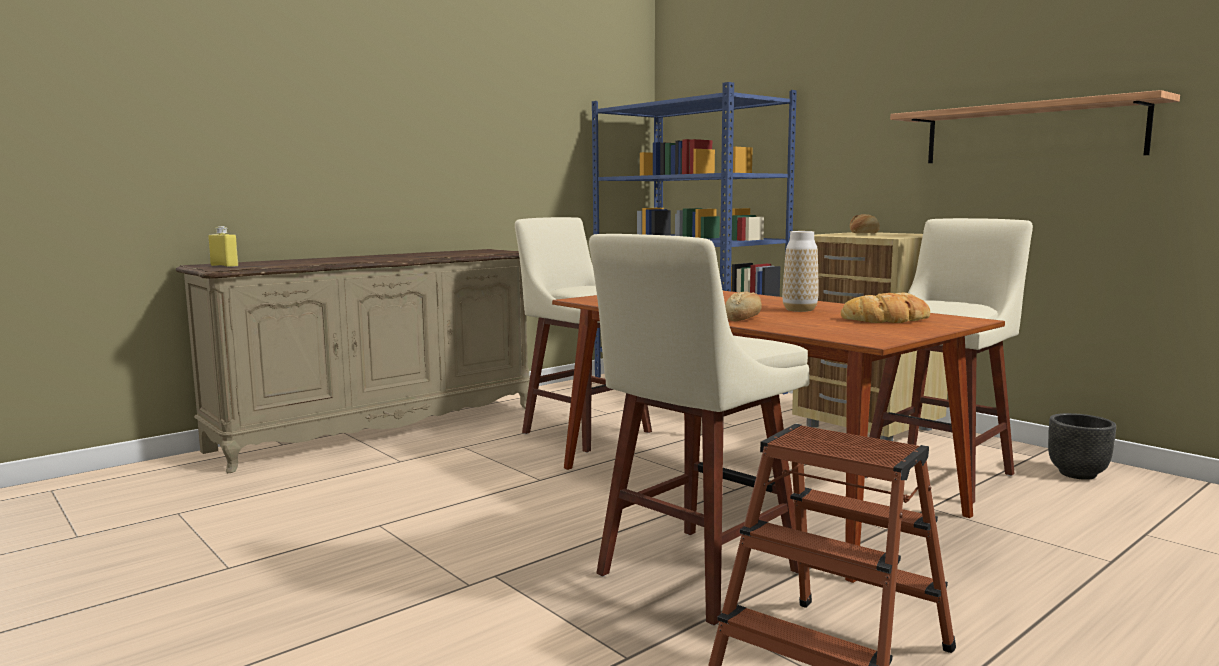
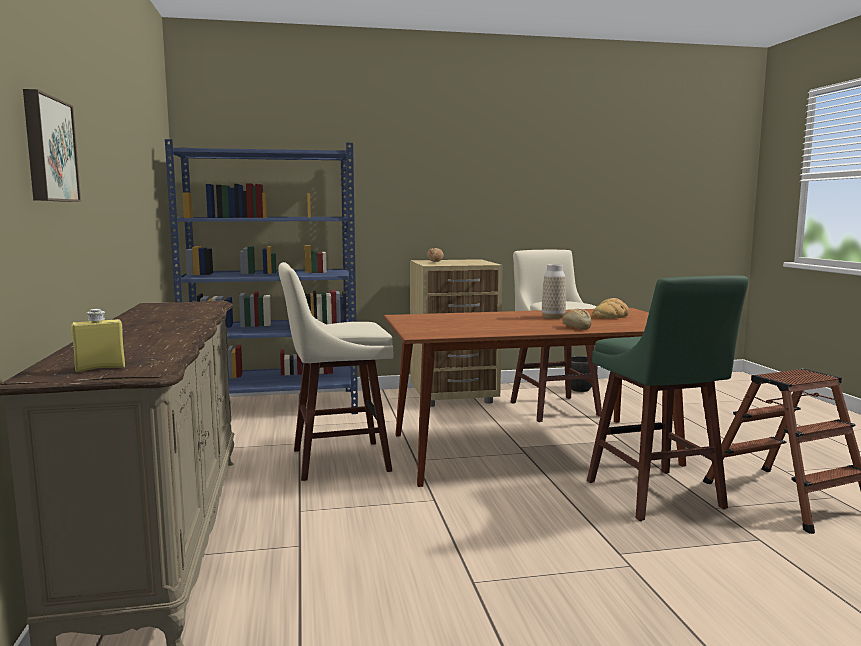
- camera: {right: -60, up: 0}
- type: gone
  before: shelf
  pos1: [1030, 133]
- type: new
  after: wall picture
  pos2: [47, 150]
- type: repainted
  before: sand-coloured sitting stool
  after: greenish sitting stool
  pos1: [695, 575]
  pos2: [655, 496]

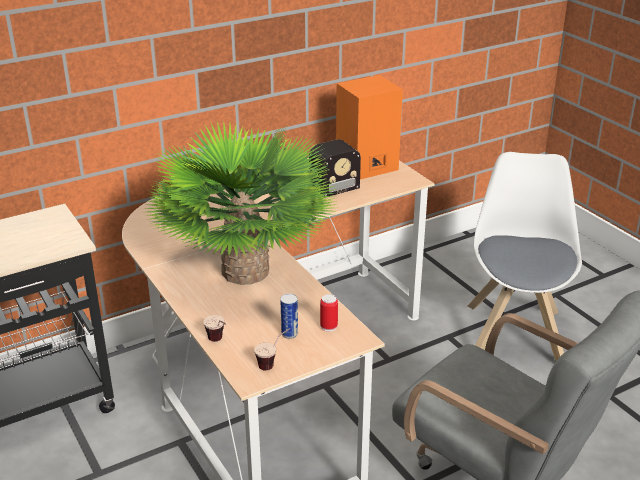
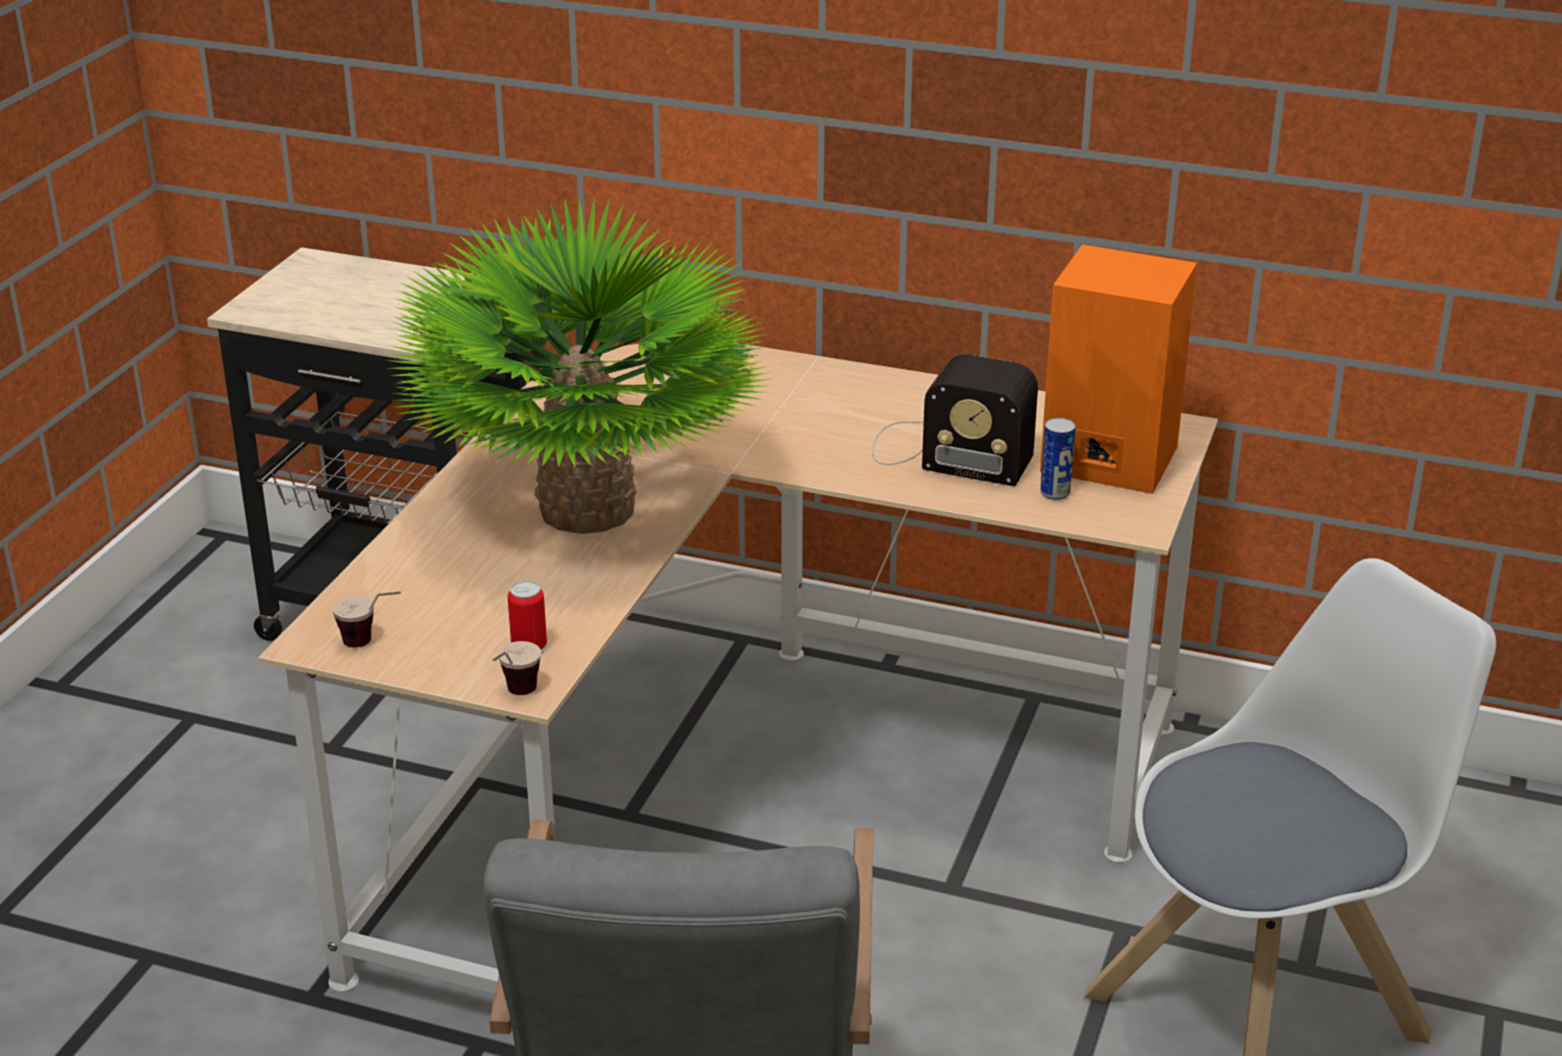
- camera: {right: 50, up: 0}
- type: shifted
  before: small cup
  pos1: [219, 342]
  pos2: [515, 697]
- type: shifted
  before: metal can
  pos1: [289, 334]
  pos2: [1055, 493]

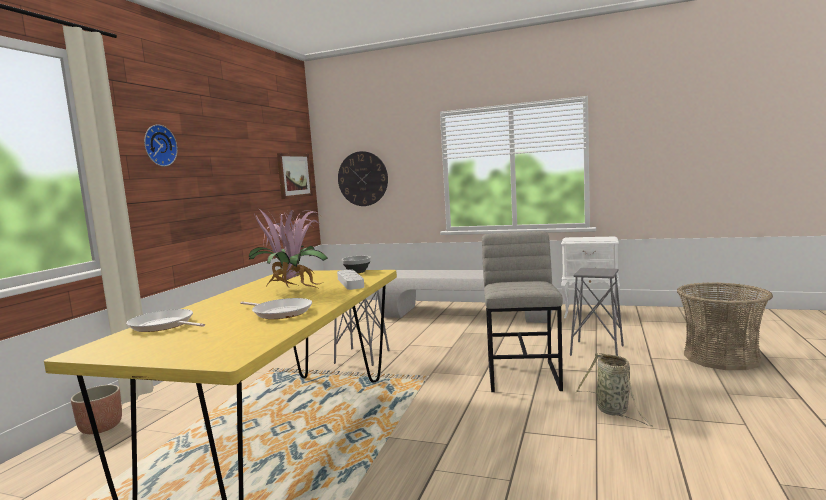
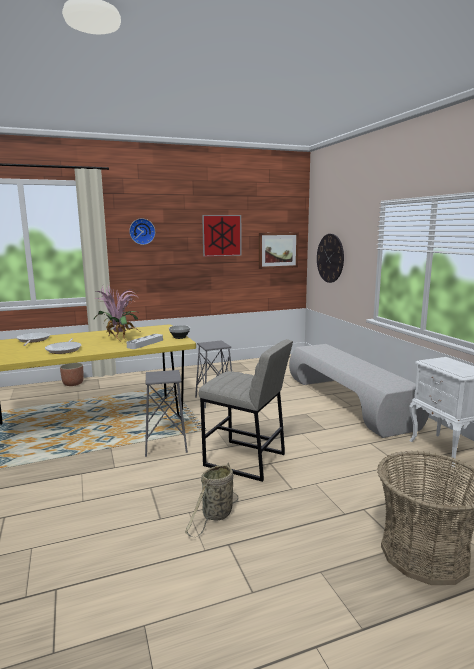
- camera: {right: 50, up: 5}
- type: new
  after: wall picture
  pos2: [221, 235]
- type: shifted
  before: gray sitting stool
  pos1: [597, 351]
  pos2: [165, 445]
- type: rotated
  before: gray upright chair
  pos1: [522, 375]
  pos2: [247, 460]
  turn: 60

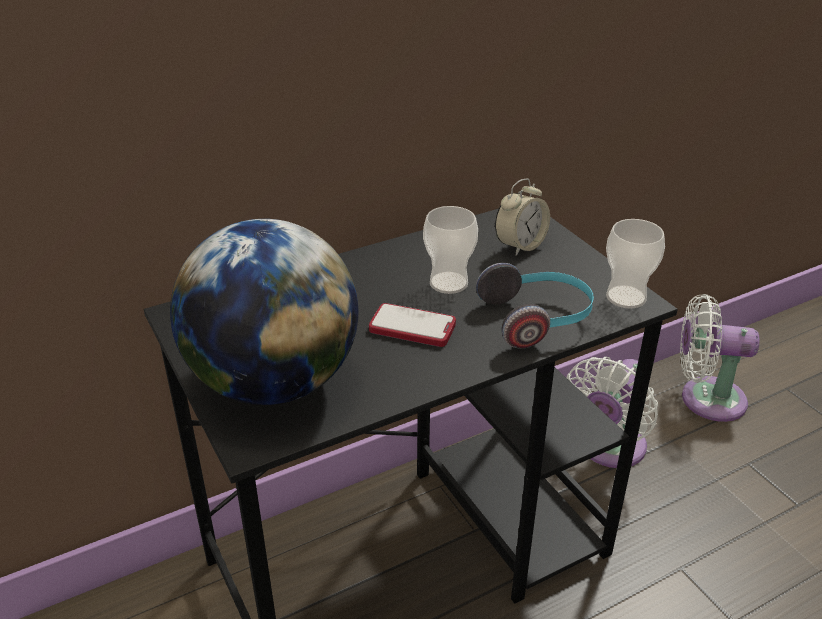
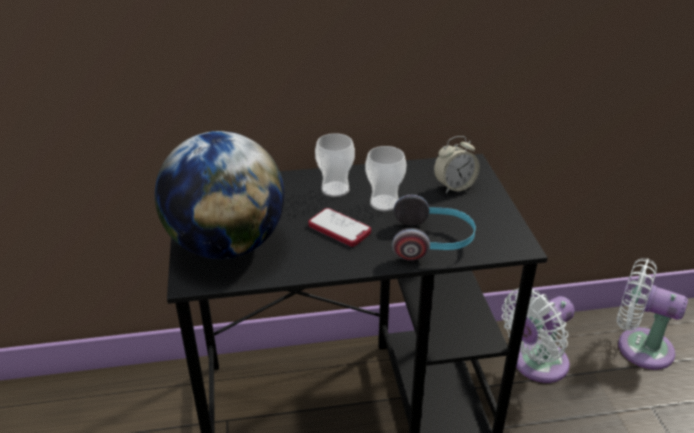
- camera: {right: 20, up: 0}
- type: shifted
  before: small cup
  pos1: [626, 297]
  pos2: [335, 189]

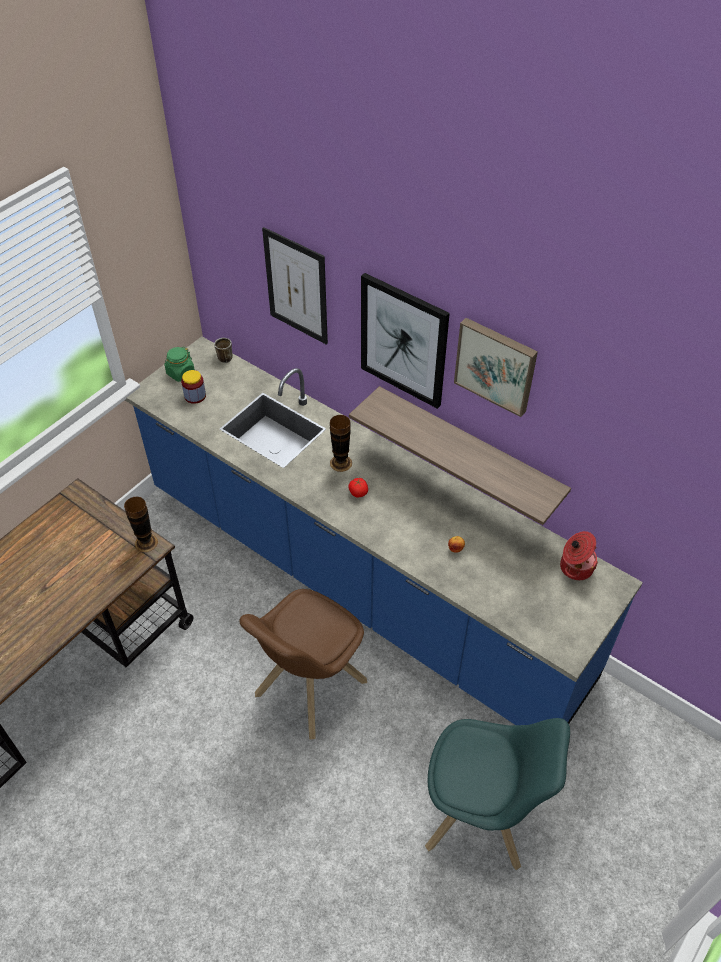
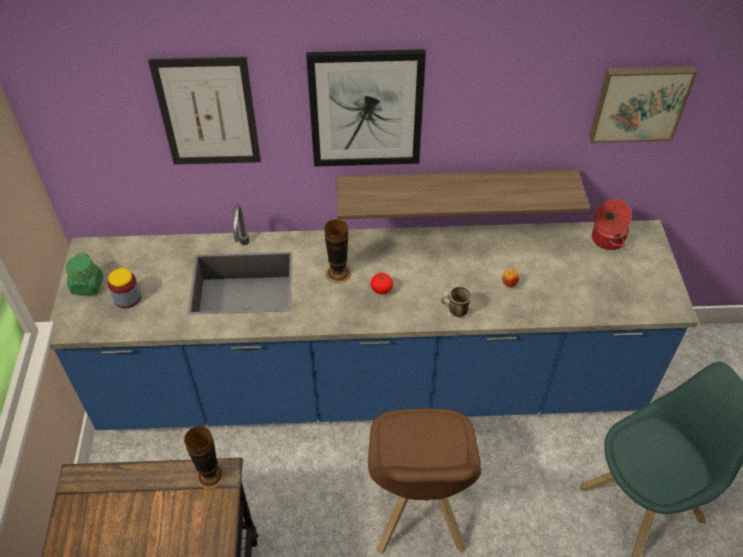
- camera: {right: -40, up: 0}
- type: shifted
  before: coffee mug
  pos1: [223, 358]
  pos2: [454, 311]
- type: shifted
  before: wall picture
  pos1: [496, 365]
  pos2: [639, 102]

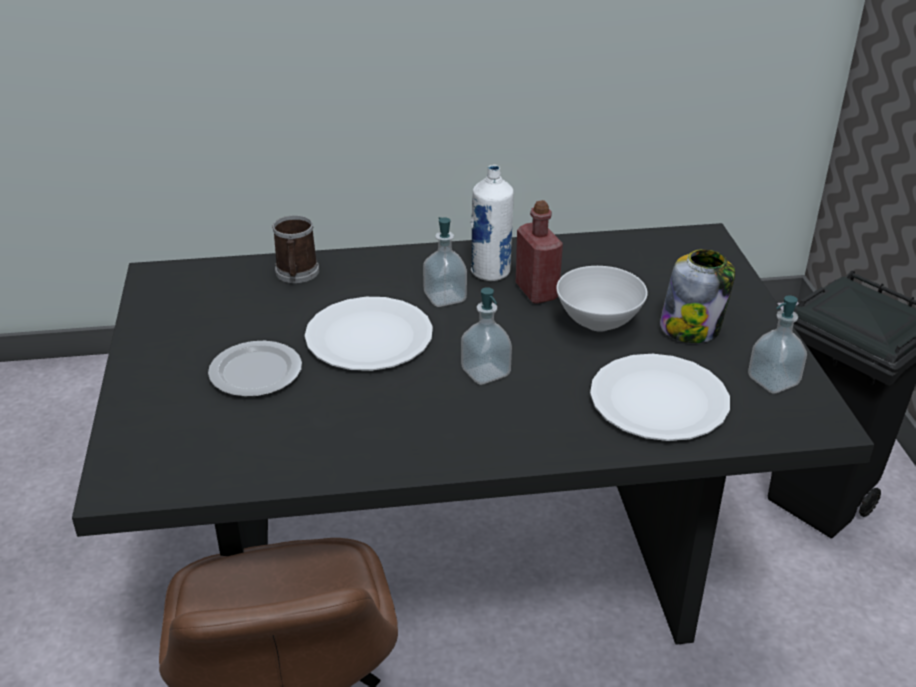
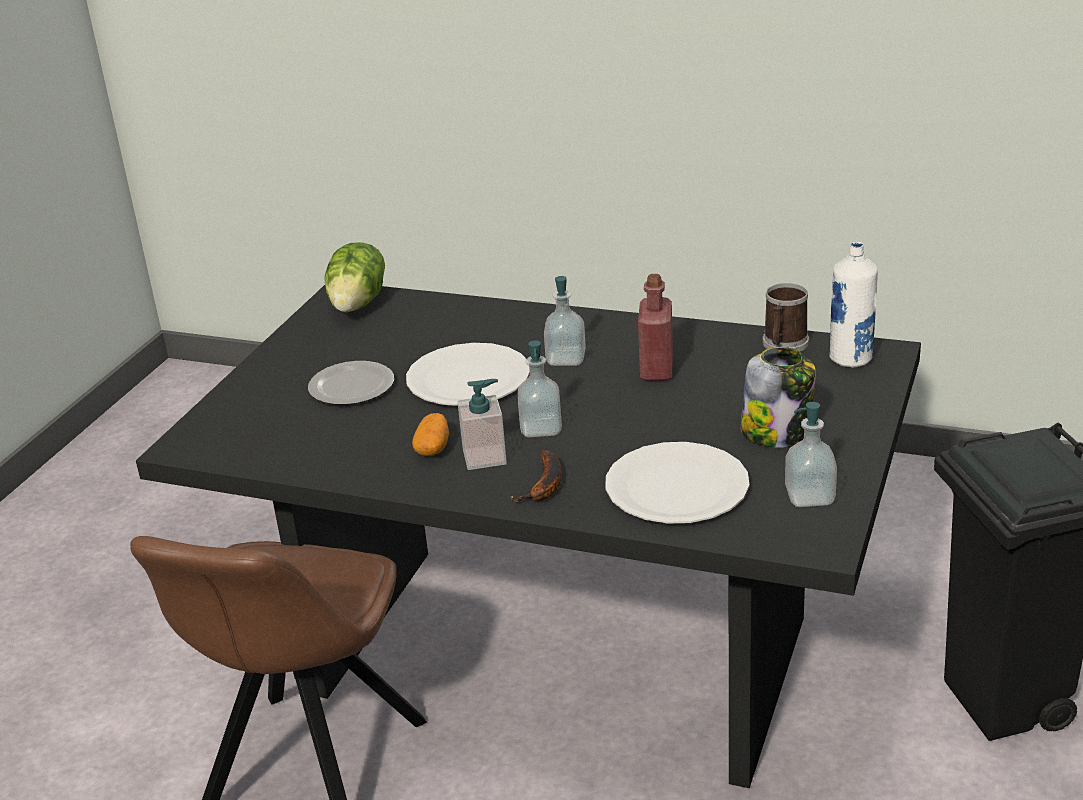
- camera: {right: 30, up: -5}
- type: gone
  before: whitish deep dish
  pos1: [597, 324]
- type: new
  after: lettuce head
  pos2: [359, 303]
- type: new
  after: potato
  pos2: [433, 448]
- type: new
  after: liquid soap bottle
  pos2: [485, 457]
- type: new
  after: banana fruit
  pos2: [545, 486]
- type: shifted
  before: coffee mug
  pos1: [296, 274]
  pos2: [783, 345]
- type: shifted
  before: whitish bottle
  pos1: [491, 273]
  pos2: [850, 359]

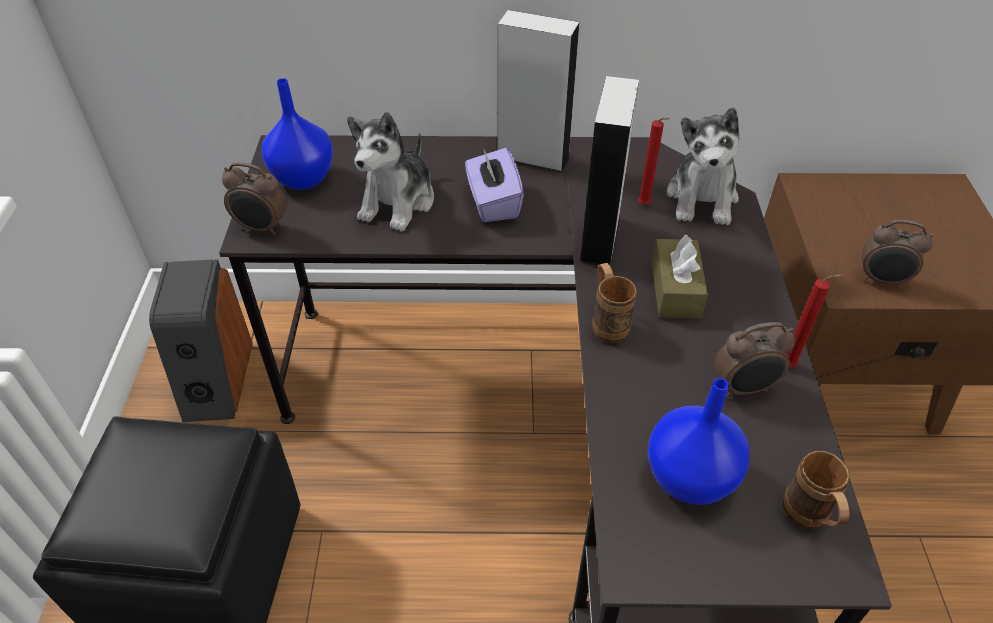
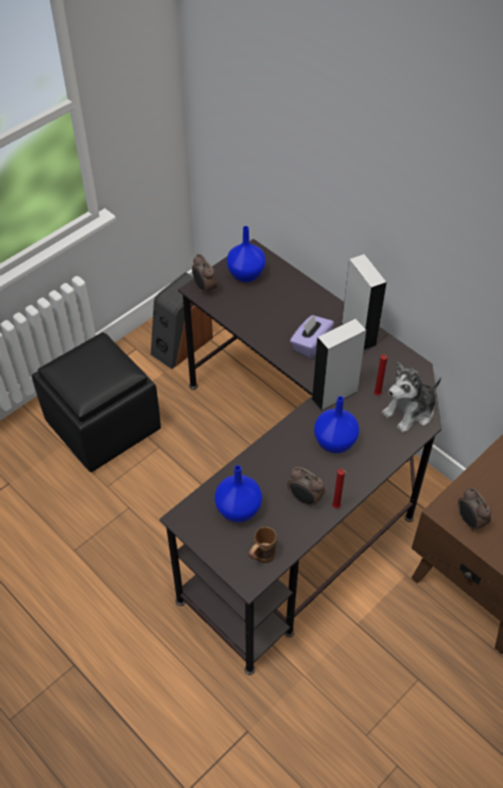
- camera: {right: 45, up: 5}
- type: gone
  before: cuddly toy
  pos1: [398, 202]
- type: gone
  before: brownish coffee mug
  pos1: [607, 322]
- type: swapped
  before: brownish tissue holder
  after: blue decorative vase
  pos1: [675, 290]
  pos2: [335, 441]

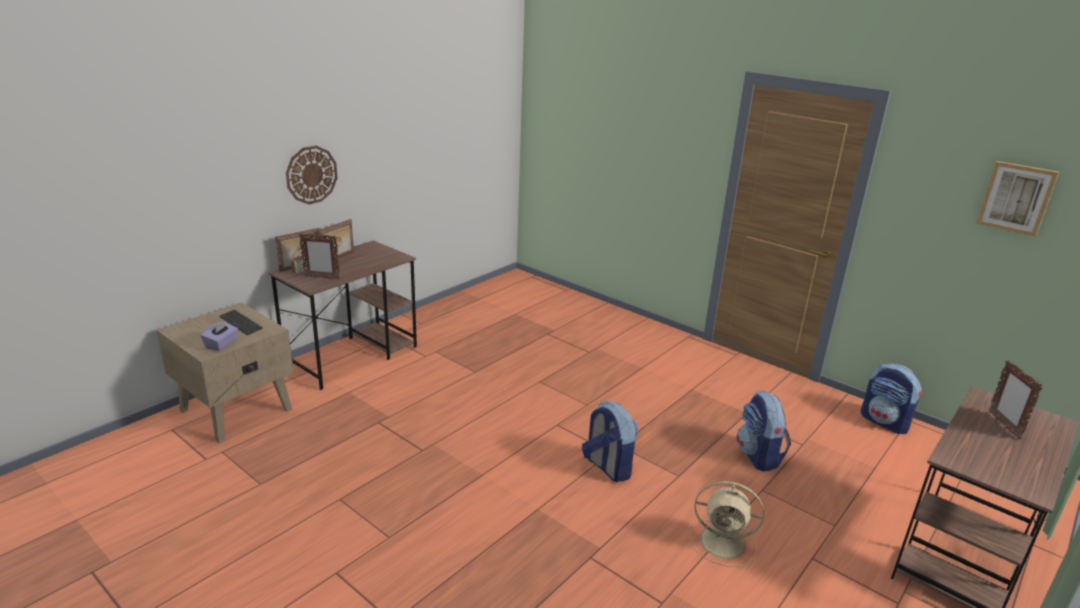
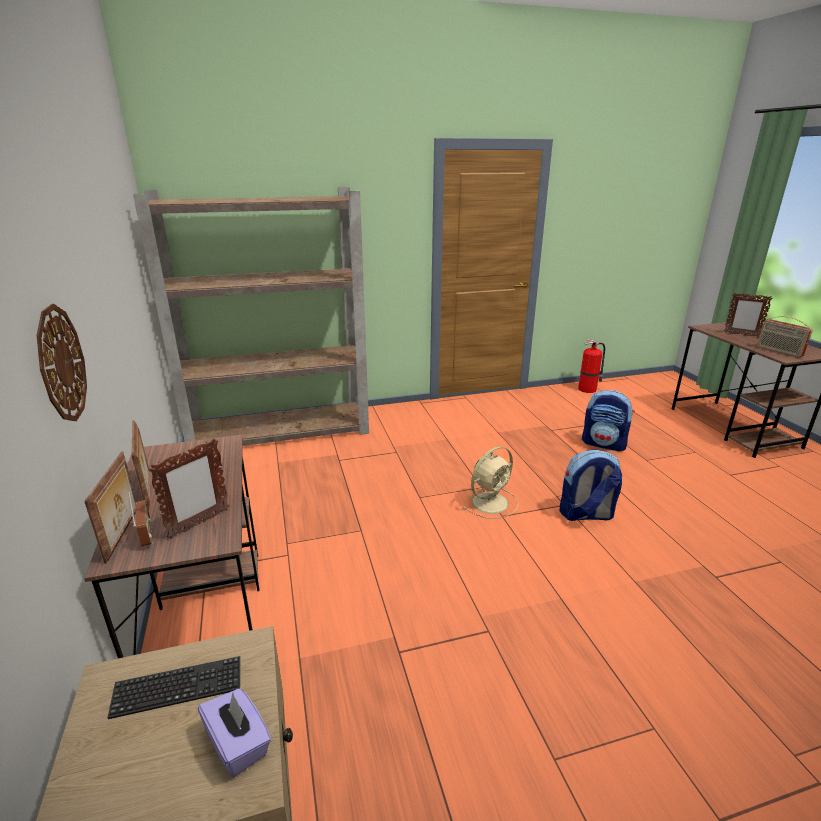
- camera: {right: -55, up: 0}
- type: gone
  before: wall picture
  pos1: [1016, 198]
- type: new
  after: brownish shelving unit
  pos2: [280, 431]
- type: new
  after: radio set
  pos2: [779, 351]
- type: shifted
  before: sand-coloured fan
  pos1: [724, 543]
  pos2: [491, 502]
- type: swapped
  before: rucksack
  after: fire extinguisher
  pos1: [885, 422]
  pos2: [588, 389]

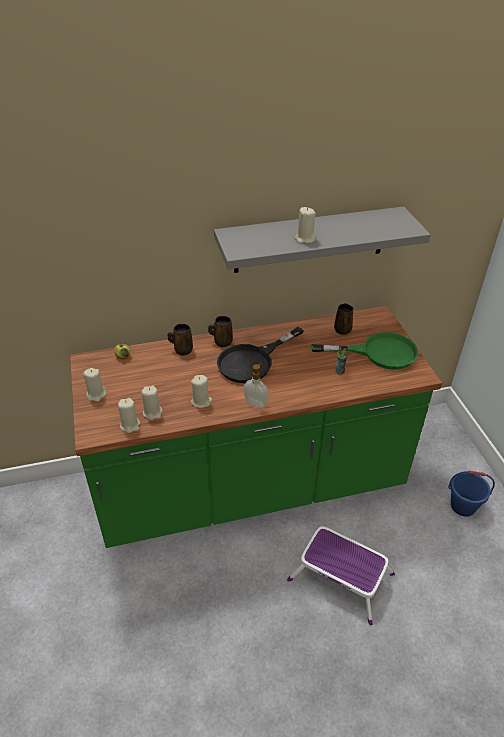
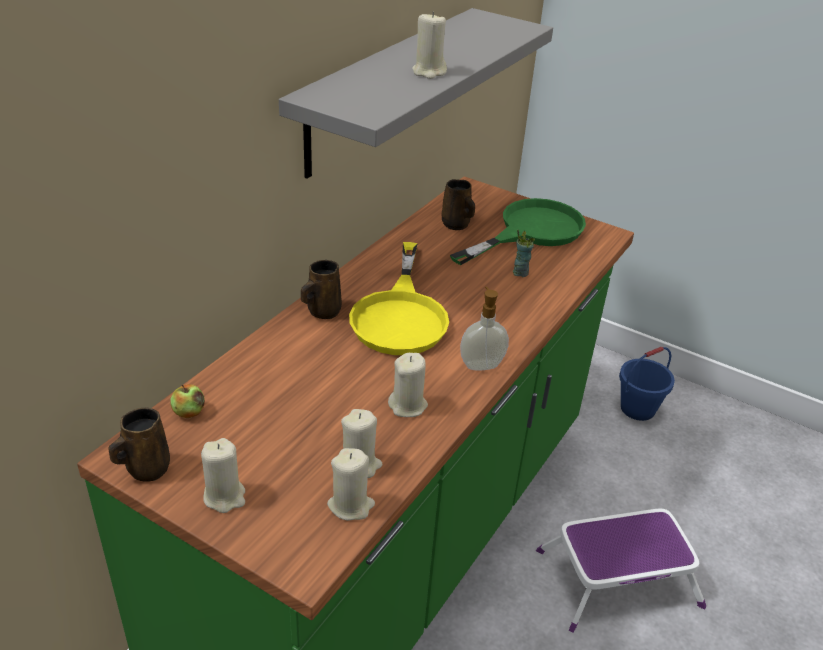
- camera: {right: -45, up: -5}
- type: shifted
  before: brownish coffee mug
  pos1: [182, 350]
  pos2: [146, 469]
- type: repainted
  before: blackish skillet
  after: yellow skillet
  pos1: [252, 361]
  pos2: [400, 315]

